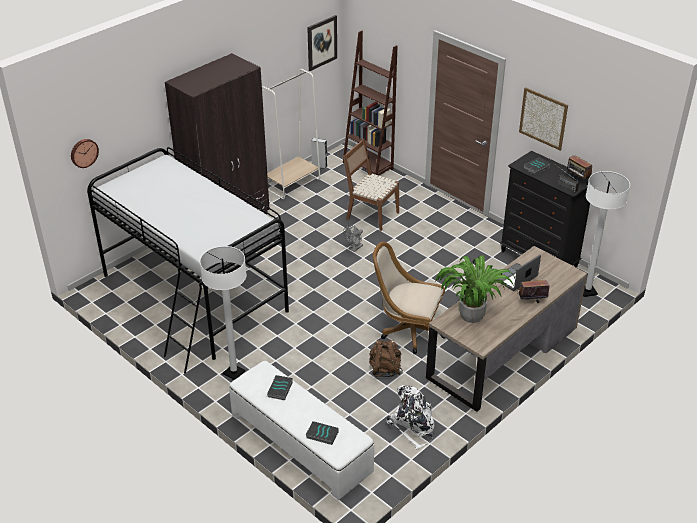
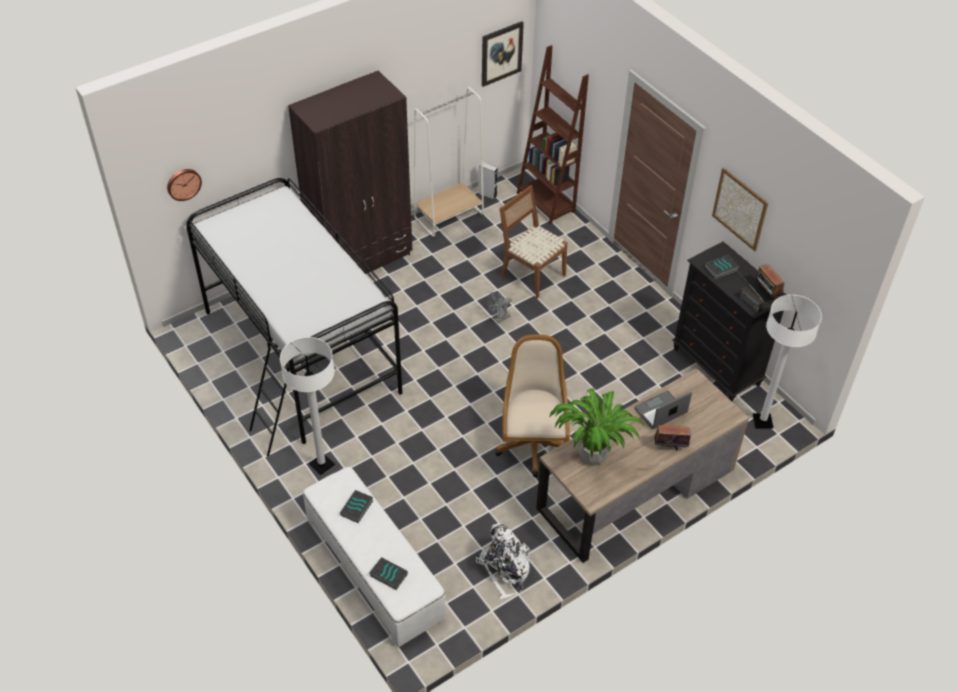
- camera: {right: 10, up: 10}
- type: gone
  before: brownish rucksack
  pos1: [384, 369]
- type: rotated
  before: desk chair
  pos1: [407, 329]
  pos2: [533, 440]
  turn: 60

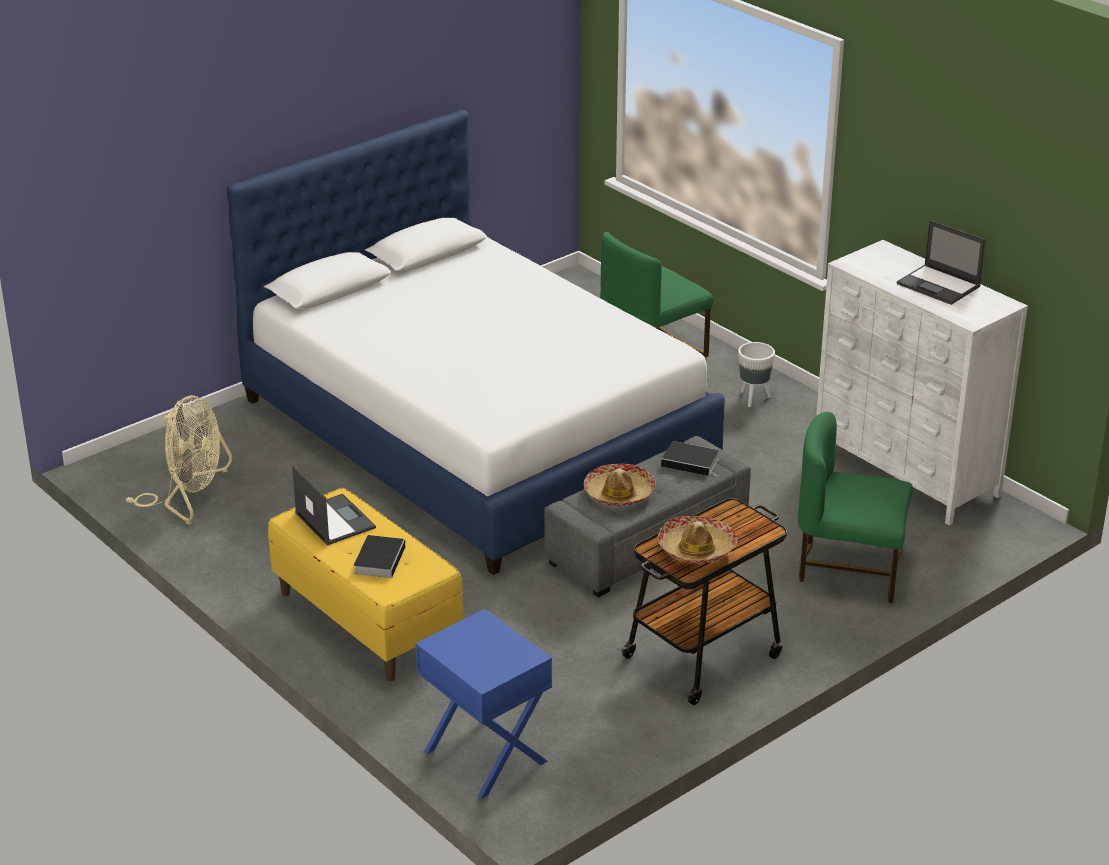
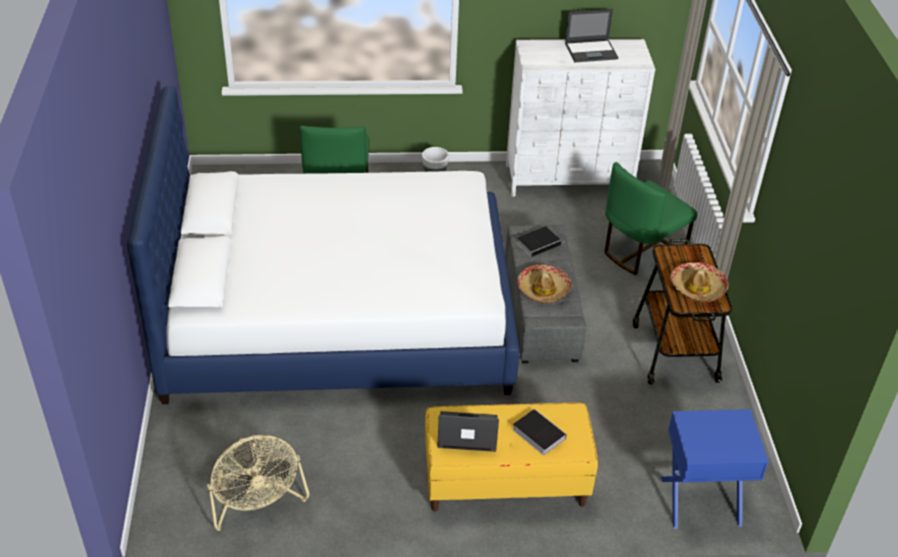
- camera: {right: -55, up: 10}
- type: rotated
  before: sand-coloured fan
  pos1: [187, 496]
  pos2: [253, 502]
  turn: 105

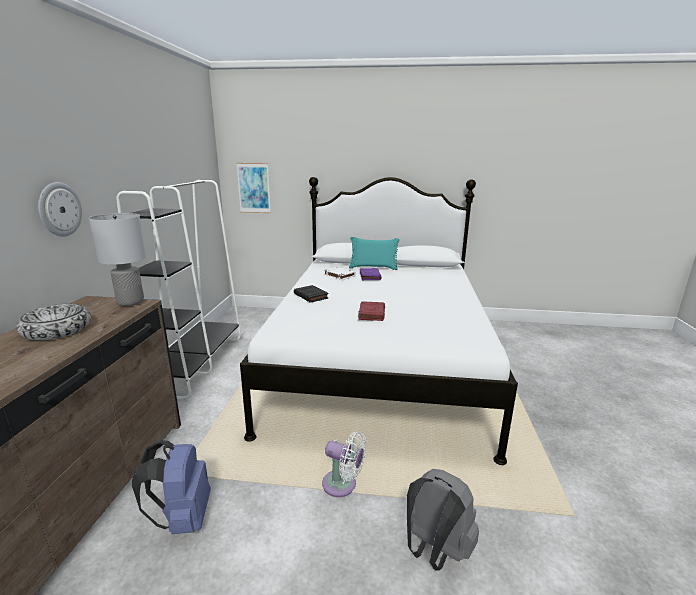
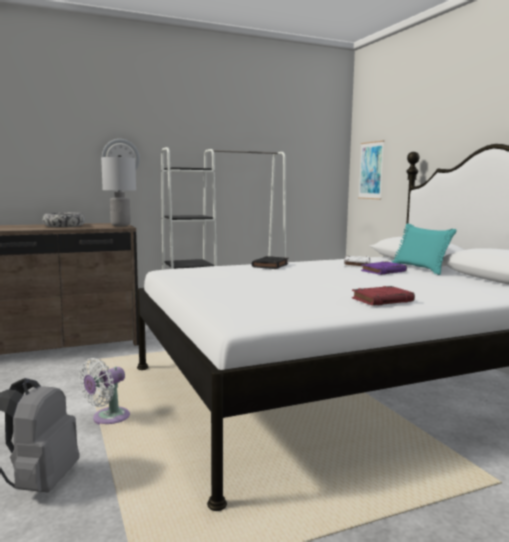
- camera: {right: 60, up: -10}
- type: gone
  before: blue rucksack
  pos1: [182, 518]
- type: shifted
  before: red bound book
  pos1: [371, 313]
  pos2: [382, 300]
- type: rotated
  before: whitish fan
  pos1: [342, 485]
  pos2: [107, 418]
  turn: 45

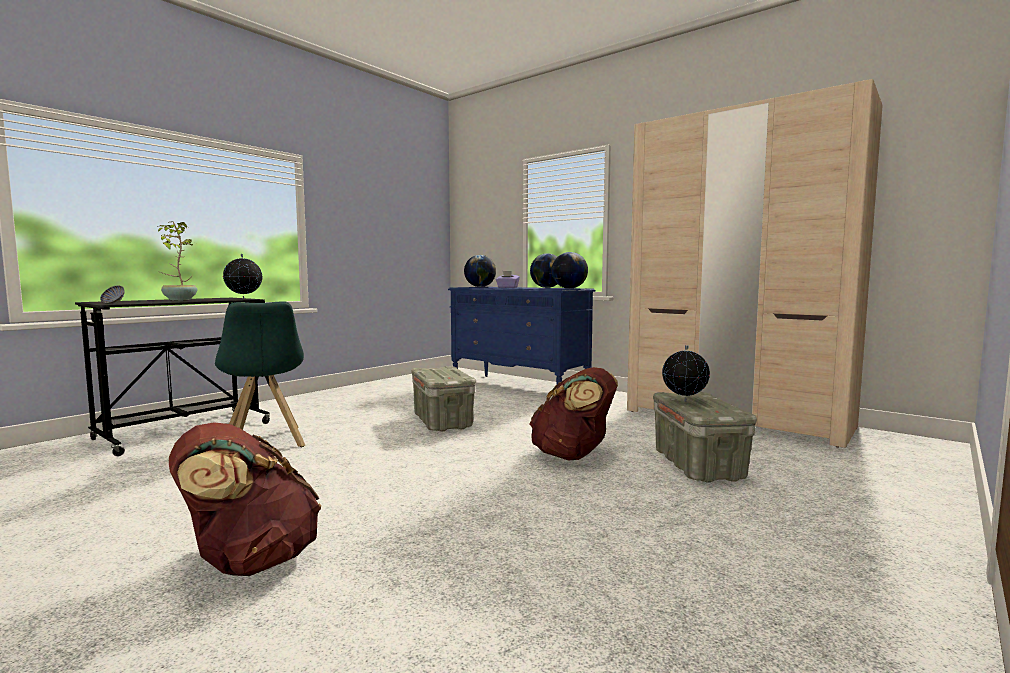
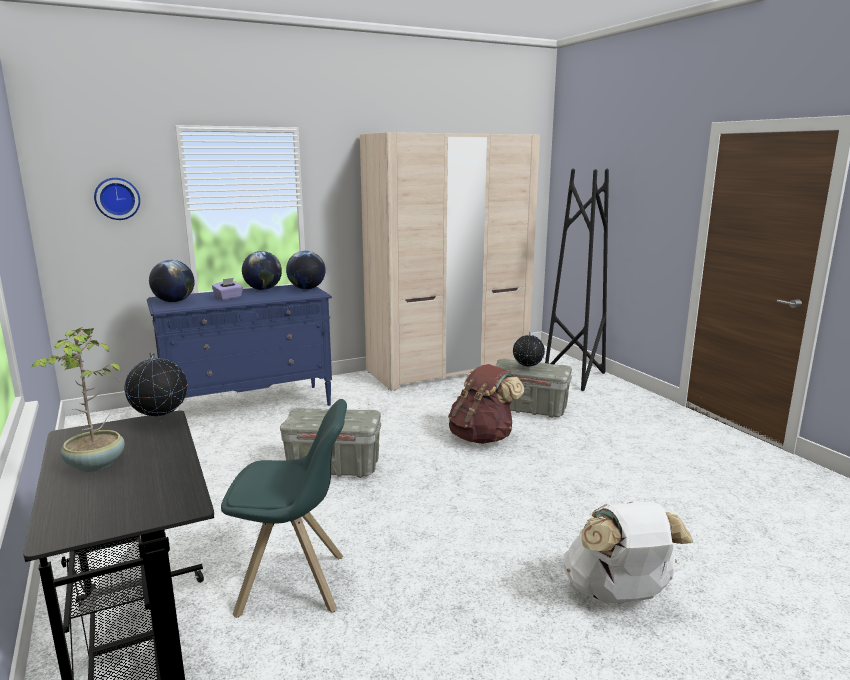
- camera: {right: -65, up: 10}
- type: gone
  before: deep dish
  pos1: [113, 303]
- type: new
  after: hanging clock
  pos2: [117, 198]
- type: new
  after: blackish garment stand
  pos2: [577, 378]
- type: repainted
  before: brownish rucksack
  after: whitish rucksack
  pos1: [249, 562]
  pos2: [618, 594]

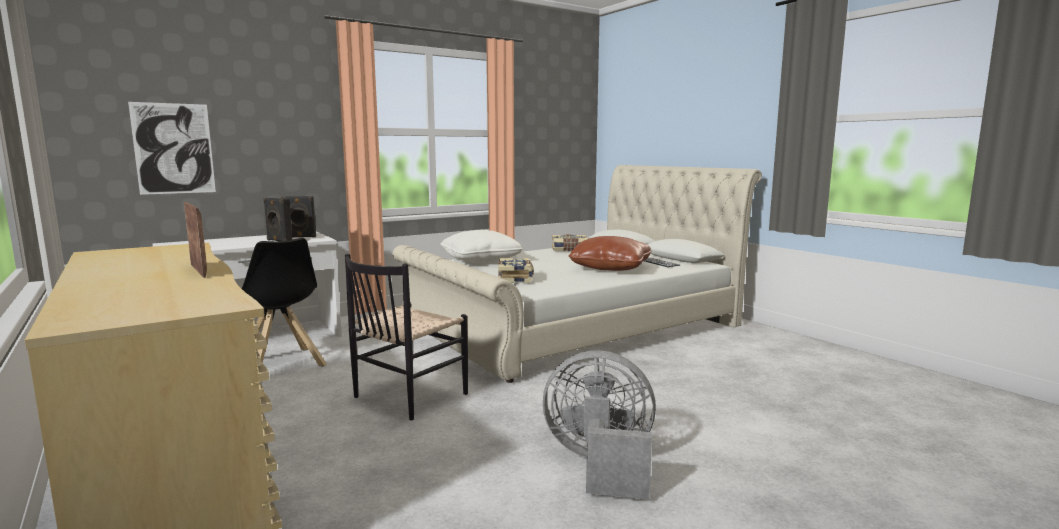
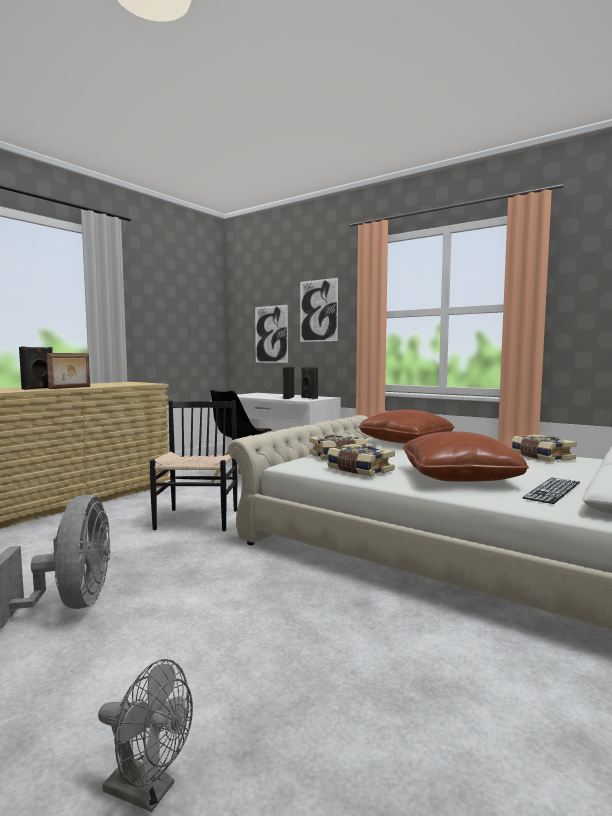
- camera: {right: 70, up: -5}
- type: new
  after: blackish speaker
  pos2: [39, 388]
- type: new
  after: gray fan
  pos2: [148, 791]
- type: new
  after: wall picture
  pos2: [318, 310]
- type: new
  after: bound book
  pos2: [359, 470]
- type: repainted
  before: whitish throw pillow
  after: brownish throw pillow
  pos1: [480, 260]
  pos2: [405, 442]
- type: rotated
  before: blackish upright chair
  pos1: [407, 397]
  pos2: [198, 518]
  turn: 75

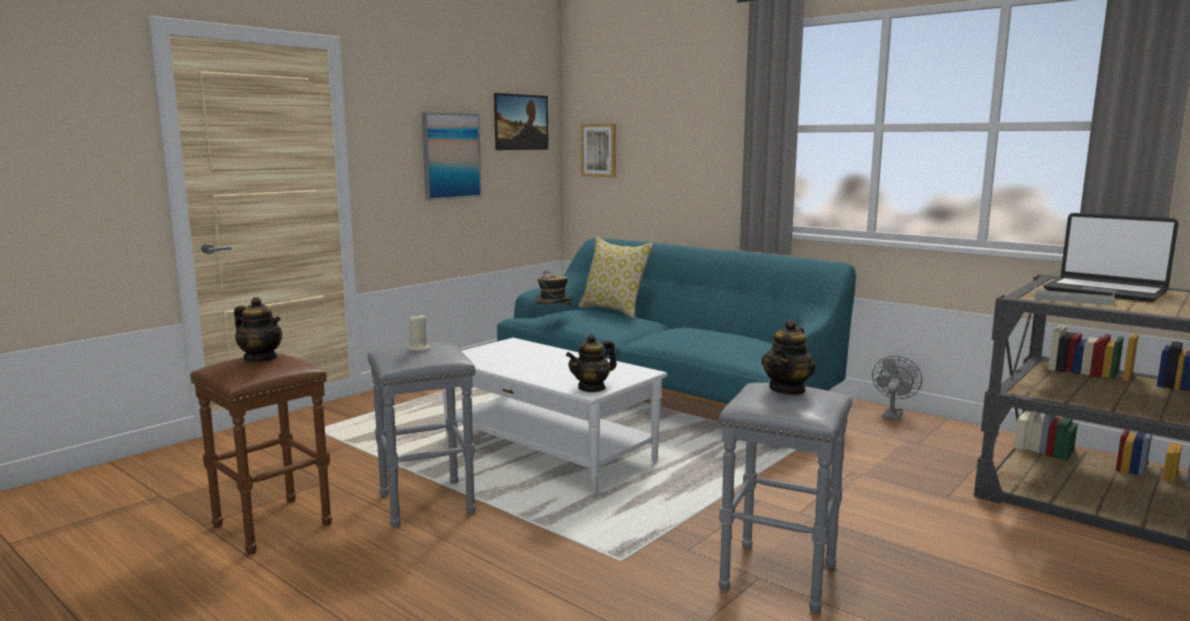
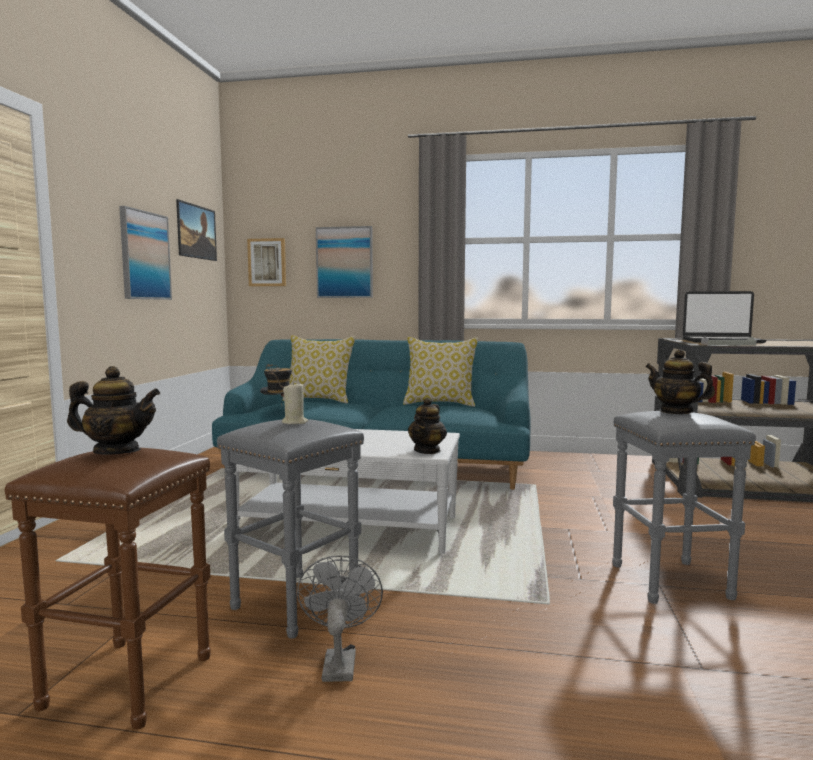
- camera: {right: -30, up: -5}
- type: new
  after: wall picture
  pos2: [344, 262]
- type: new
  after: throw pillow
  pos2: [440, 403]
- type: shifted
  before: gray fan
  pos1: [892, 414]
  pos2: [339, 661]
- type: rotated
  before: pot for tea
  pos1: [787, 389]
  pos2: [676, 411]
  turn: 135

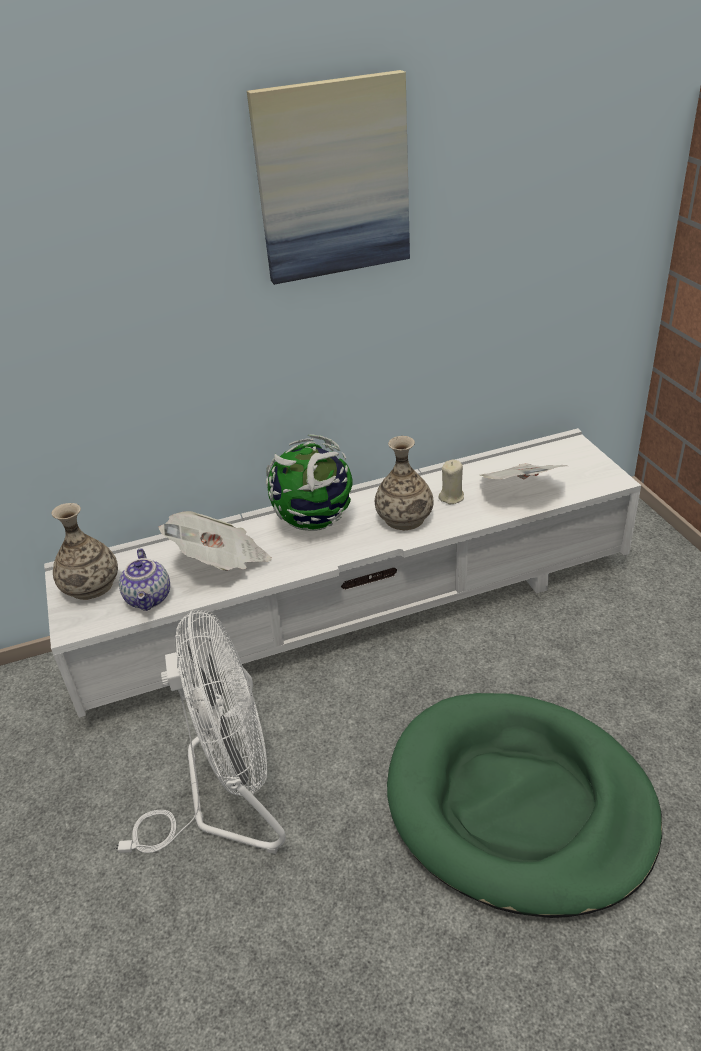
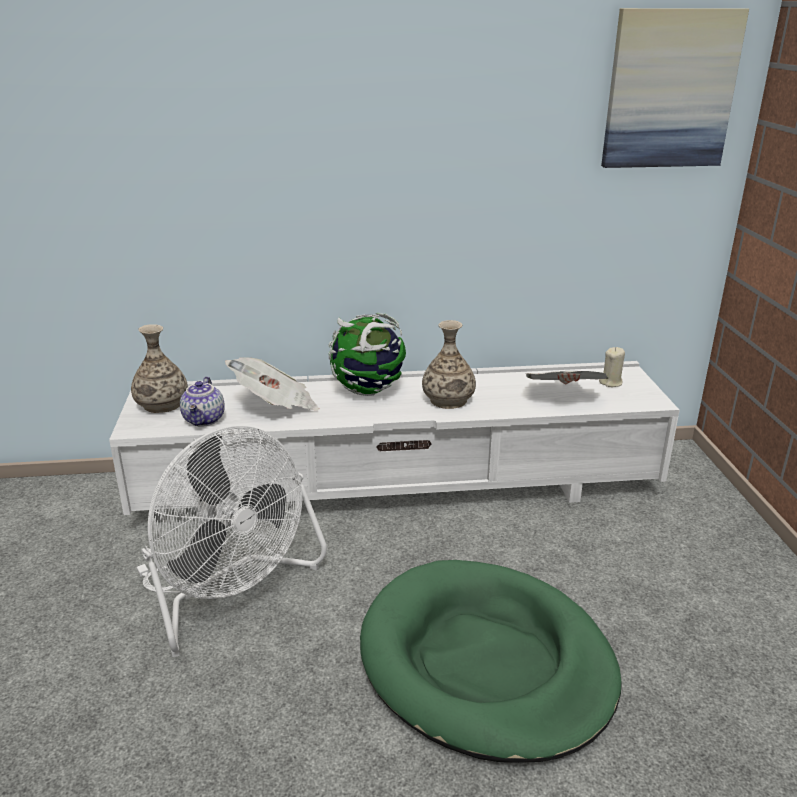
- camera: {right: 10, up: -10}
- type: shifted
  before: wall picture
  pos1: [332, 179]
  pos2: [670, 89]
- type: shifted
  before: sand-coloured candle
  pos1: [451, 497]
  pos2: [611, 382]
- type: rotated
  before: whitish fan
  pos1: [222, 787]
  pos2: [224, 595]
  turn: 45

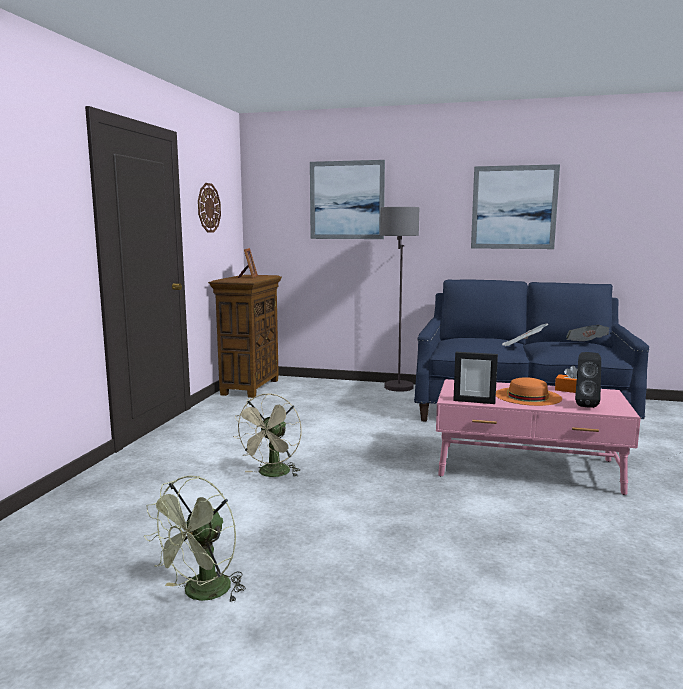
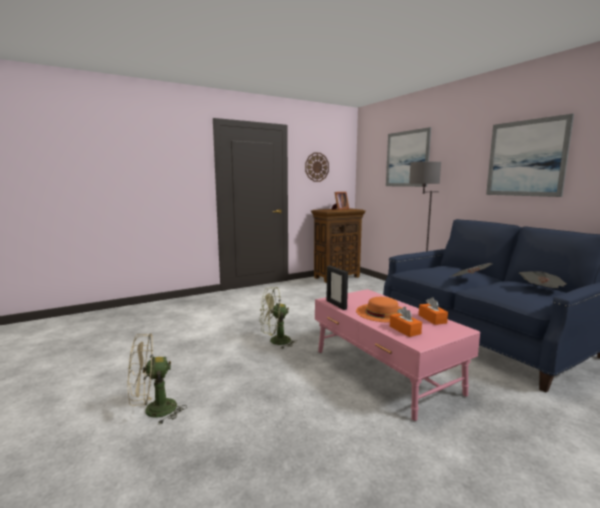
- camera: {right: 45, up: 0}
- type: shifted
  before: greenish fan
  pos1: [201, 594]
  pos2: [275, 341]
- type: shifted
  before: sand-coloured fan
  pos1: [272, 474]
  pos2: [153, 411]
- type: swapped
  before: blackish speaker
  after: orangey tissue holder
  pos1: [585, 405]
  pos2: [405, 330]

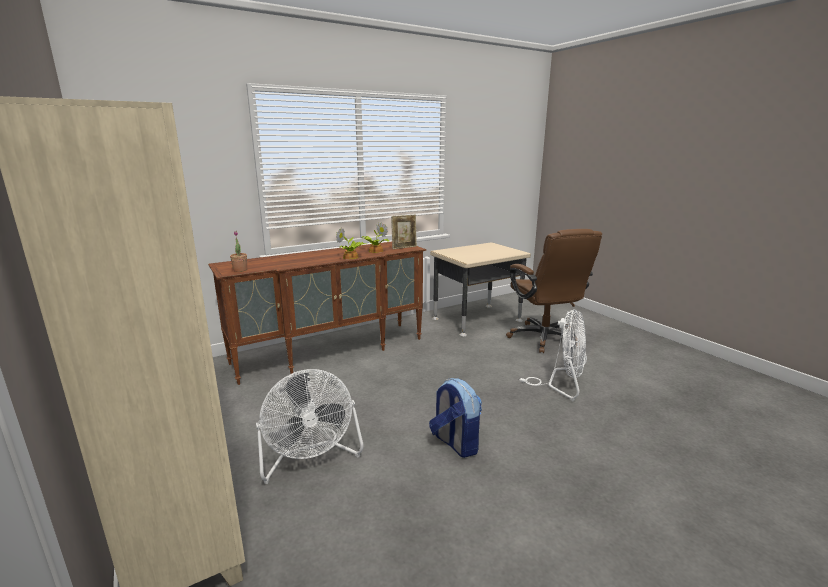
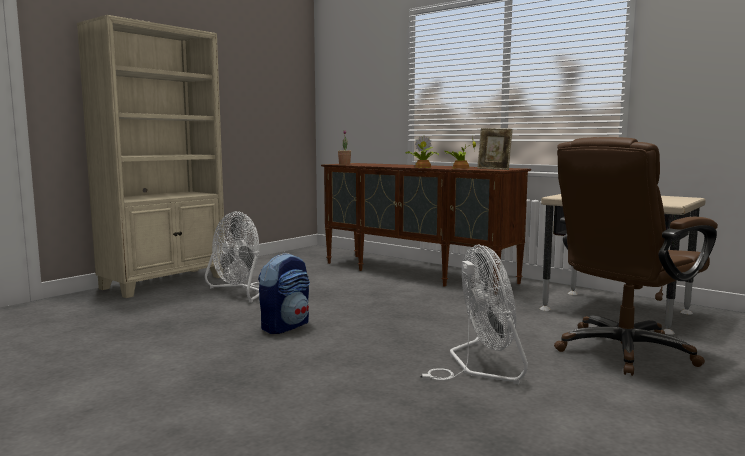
- camera: {right: 70, up: -10}
- type: rotated
  before: whitish fan
  pos1: [561, 382]
  pos2: [475, 364]
  turn: -105

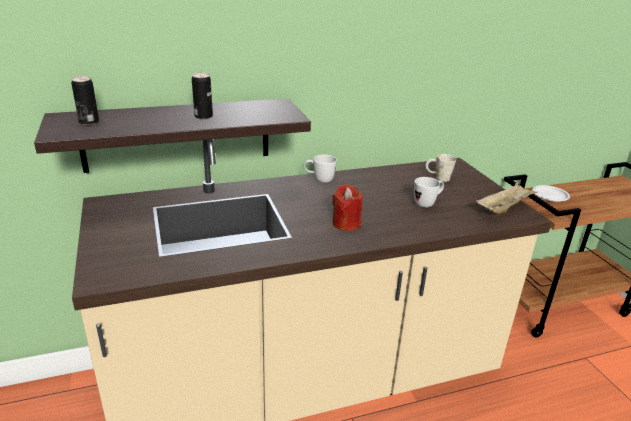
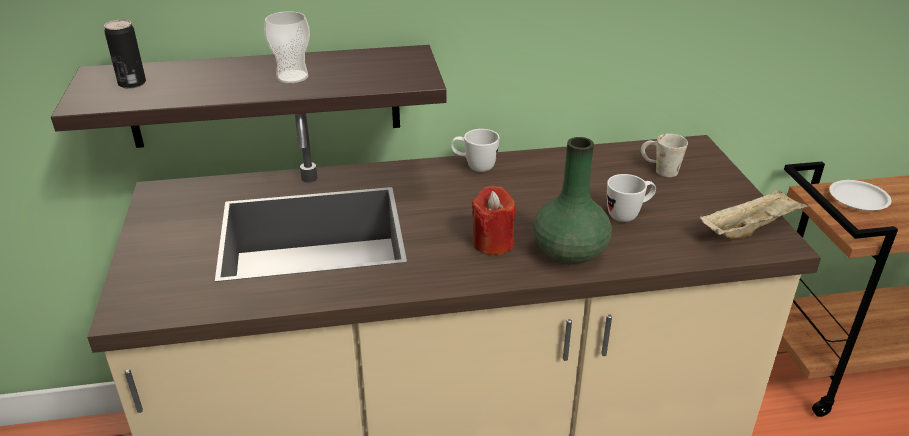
- camera: {right: 10, up: 5}
- type: new
  after: greenish decorative vase
  pos2: [569, 251]
- type: swapped
  before: metal can
  after: small cup
  pos1: [203, 116]
  pos2: [292, 77]

